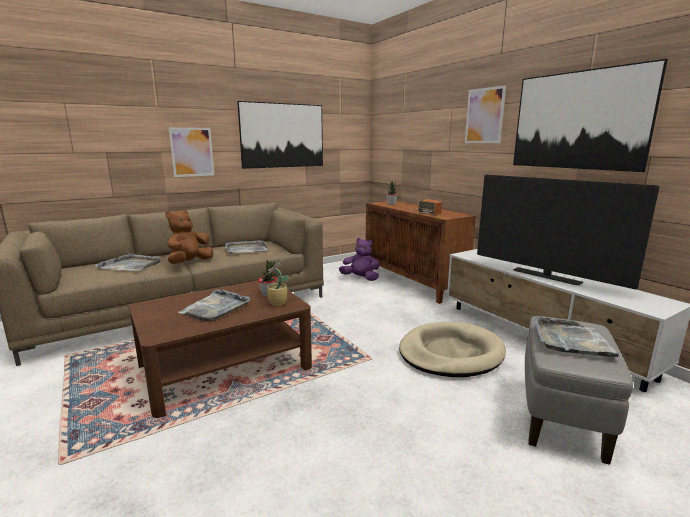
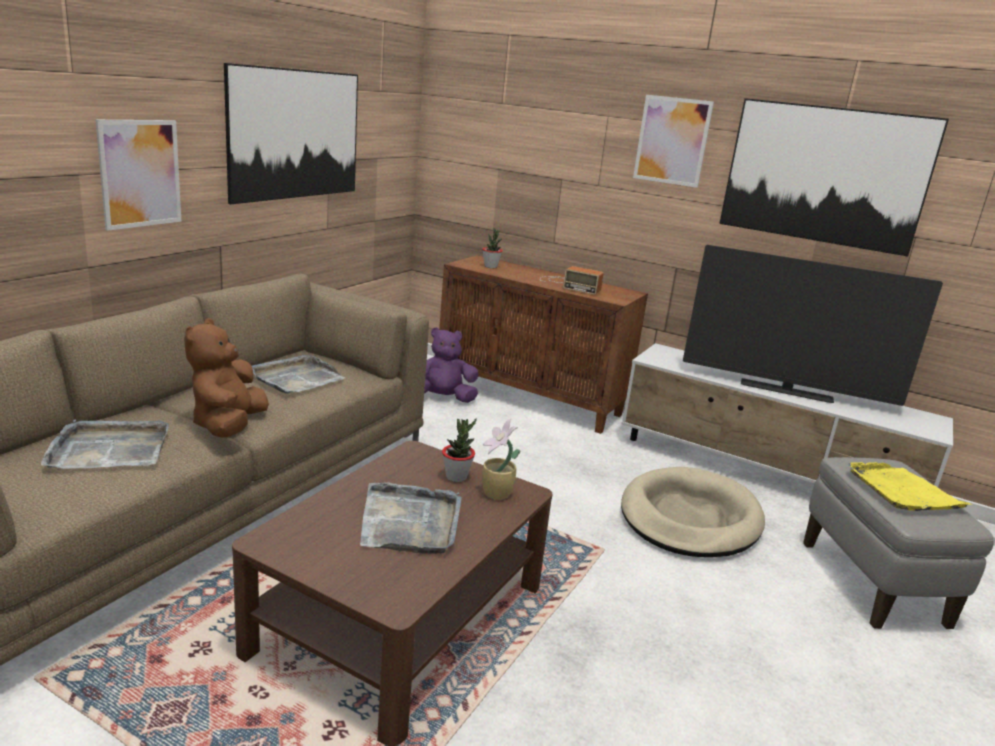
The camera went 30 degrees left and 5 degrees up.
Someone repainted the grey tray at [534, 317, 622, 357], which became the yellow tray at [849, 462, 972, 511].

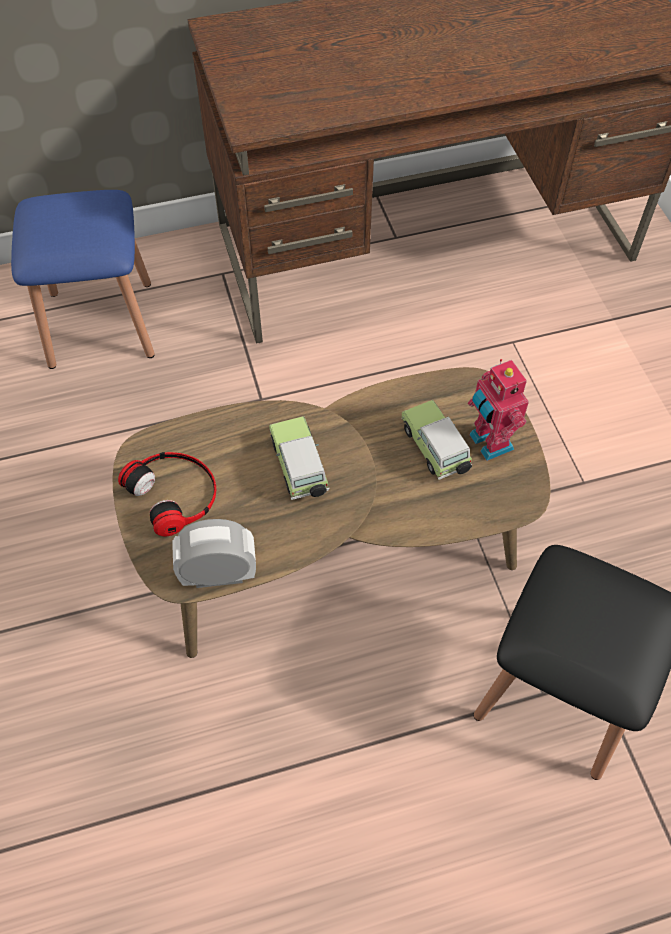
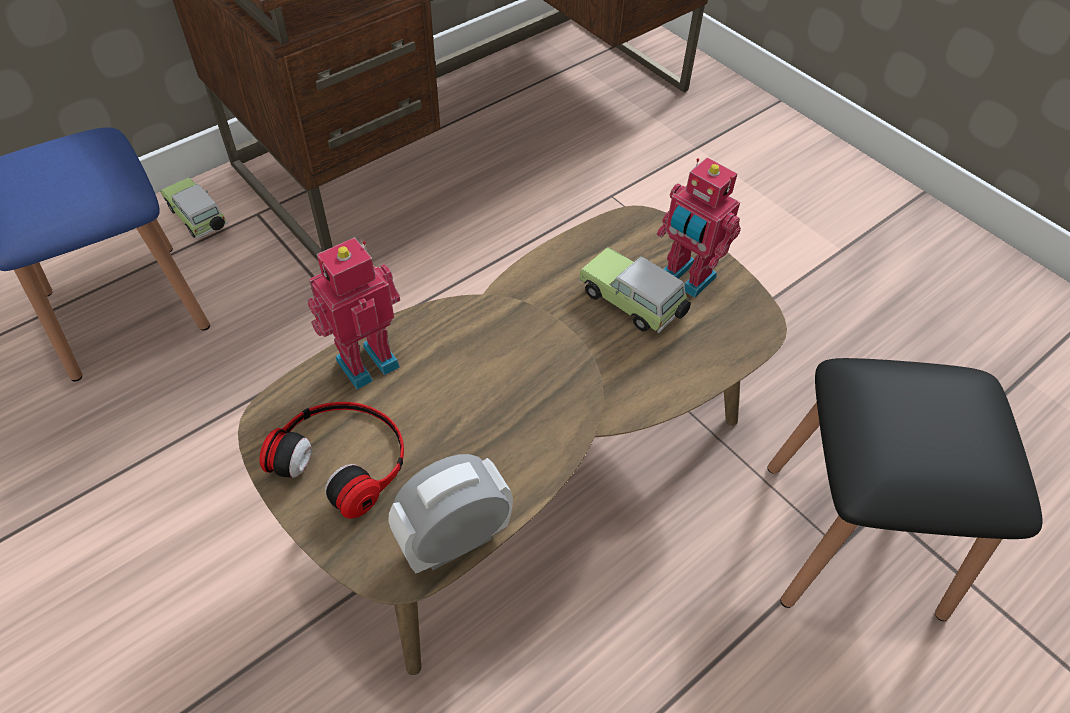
The camera went 25 degrees left and 5 degrees down.
Someone carried the toy car from [269, 416, 330, 500] to [160, 177, 228, 238].
Someone put down the toy robot at [308, 237, 400, 389].

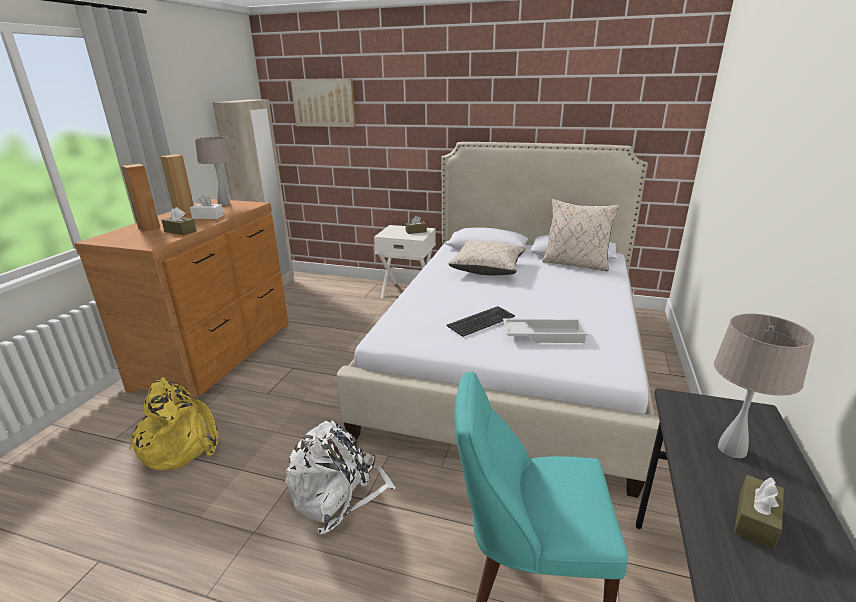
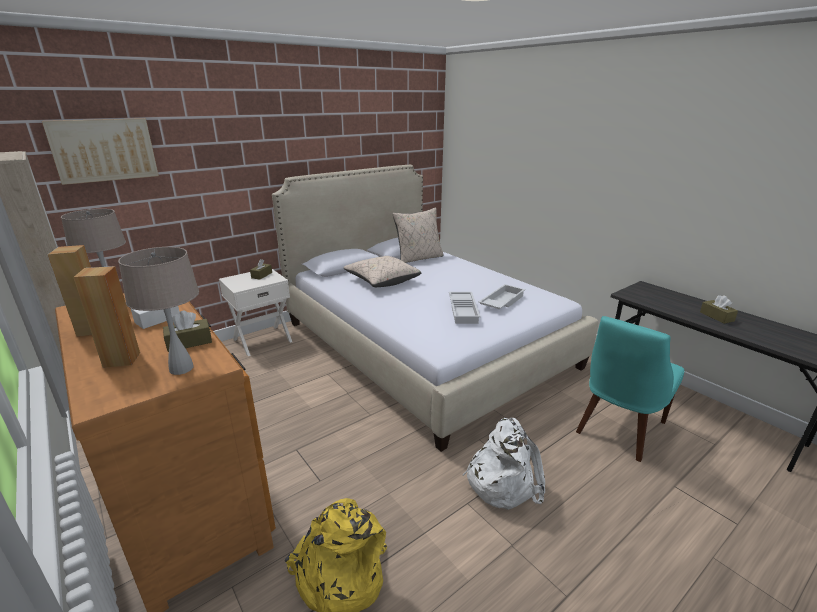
The camera went 55 degrees left and 0 degrees up.
Someone swapped the keyboard at [447, 306, 515, 337] for the white tray at [449, 292, 481, 324].
Someone carried the beige table lamp from [714, 314, 815, 458] to [118, 247, 199, 375].

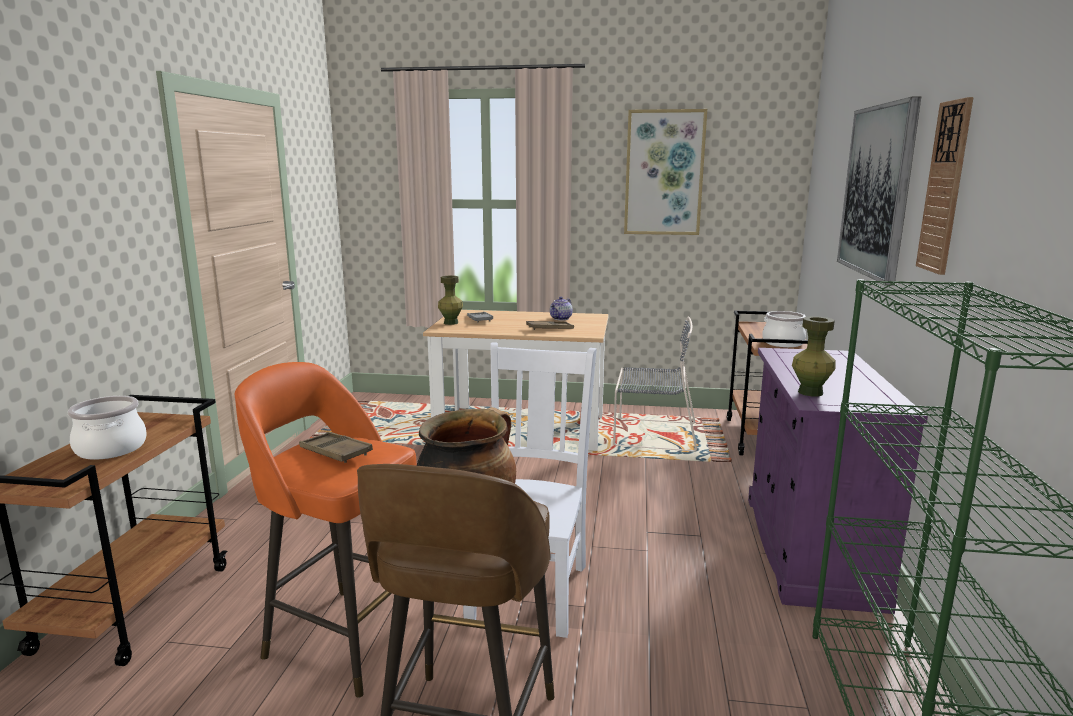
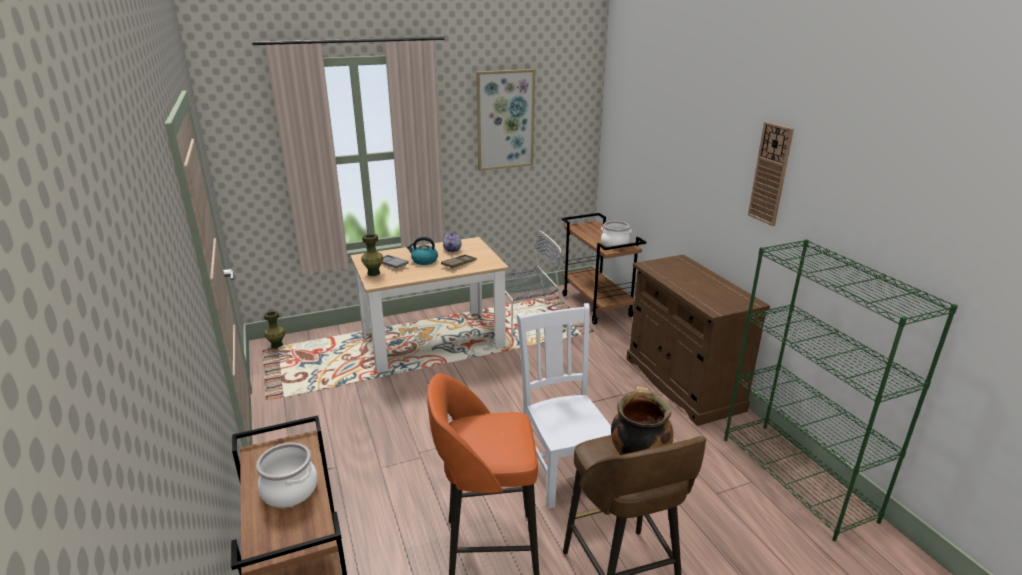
The camera went 30 degrees left and 10 degrees up.
Someone took away the brown tray at [299, 432, 373, 463].
Someone repainted the purple cabinet at [748, 348, 928, 614], which became the brown cabinet at [626, 254, 770, 426].
Someone carried the green vase from [792, 316, 836, 396] to [264, 311, 285, 348].
Someone took away the picture at [837, 96, 921, 286].
Someone put down the kettle at [407, 237, 438, 265].

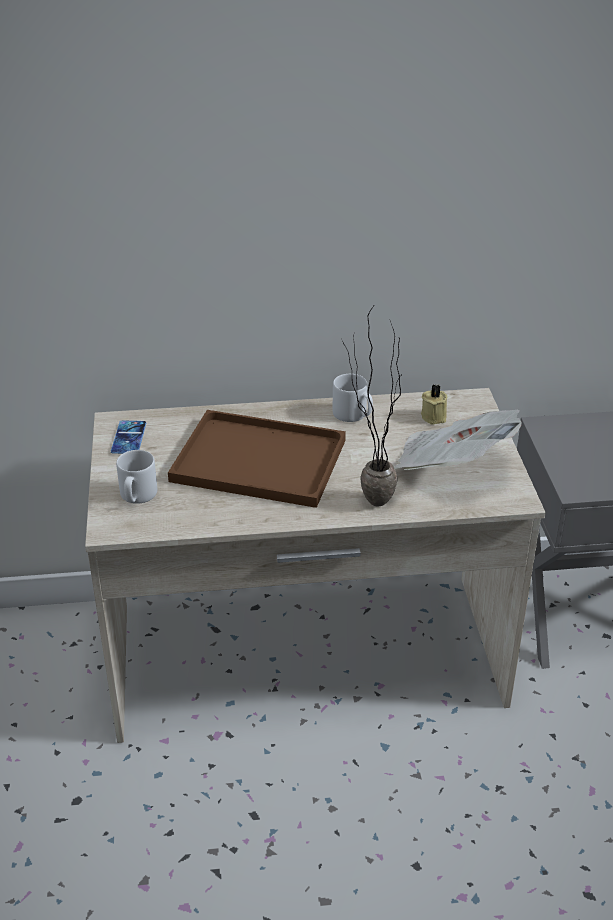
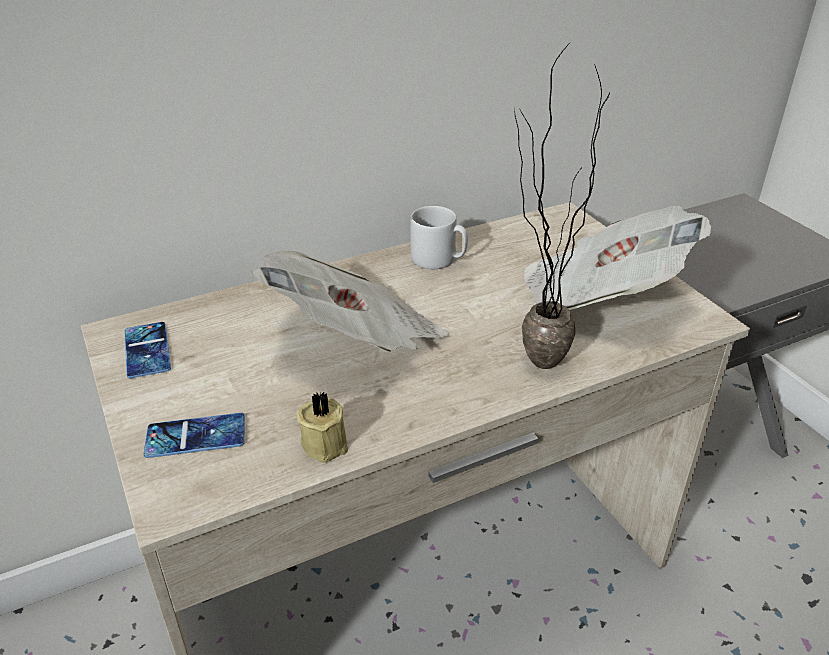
The camera went 20 degrees left and 0 degrees up.
Someone swapped the grey mug at [116, 450, 157, 504] for the phone at [143, 413, 245, 458].
Someone swapped the brown tray at [168, 410, 346, 508] for the newspaper at [251, 251, 448, 352].
Someone carried the beige candle from [421, 385, 447, 425] to [297, 392, 348, 463].

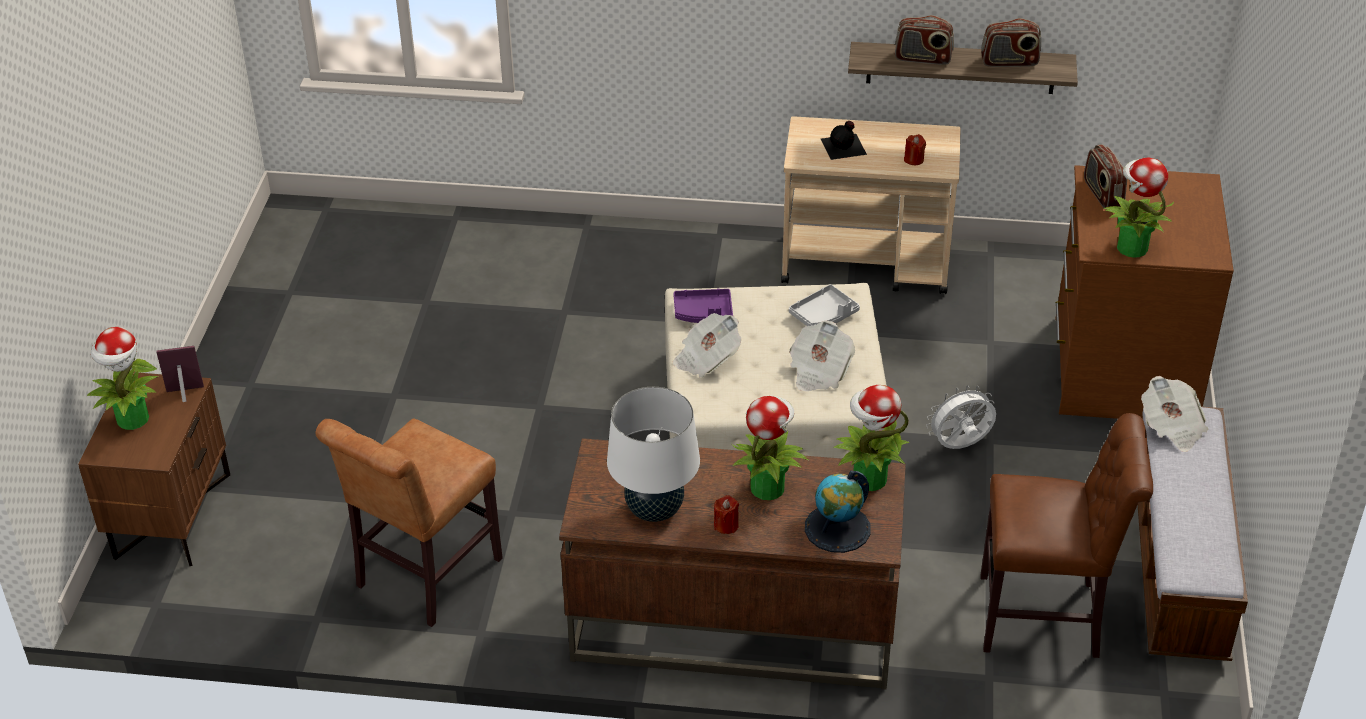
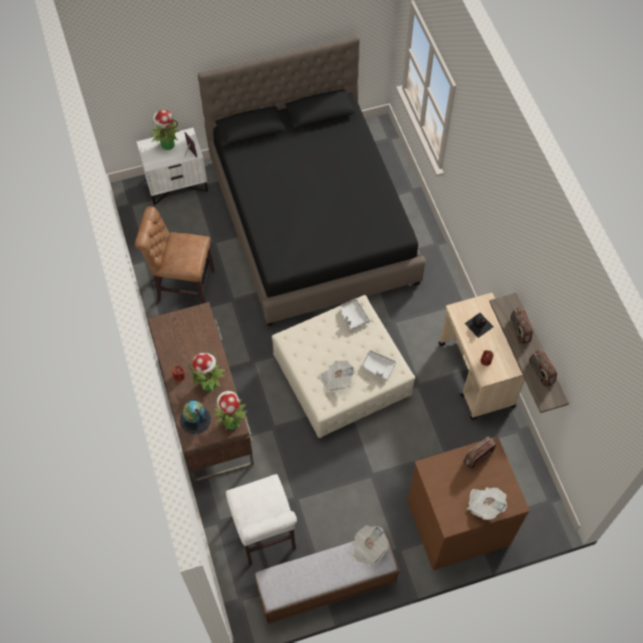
The camera went 65 degrees right and 20 degrees up.
Someone repainted the brown nightstand at [78, 373, 230, 566], which became the white nightstand at [136, 128, 208, 206].
Someone took away the white table lamp at [607, 387, 700, 522].
Someone repainted the purple tray at [673, 289, 733, 323], which became the grey tray at [341, 298, 370, 330].
Someone carried the newspaper from [673, 313, 741, 378] to [467, 487, 507, 520].
Someone took away the white fan at [926, 385, 996, 449].
Someone repainted the brown chair at [980, 413, 1153, 658], which became the white chair at [226, 474, 297, 565].
Someone took away the potted plant at [1103, 158, 1175, 258].
Someone put down the black bed at [198, 35, 426, 326].

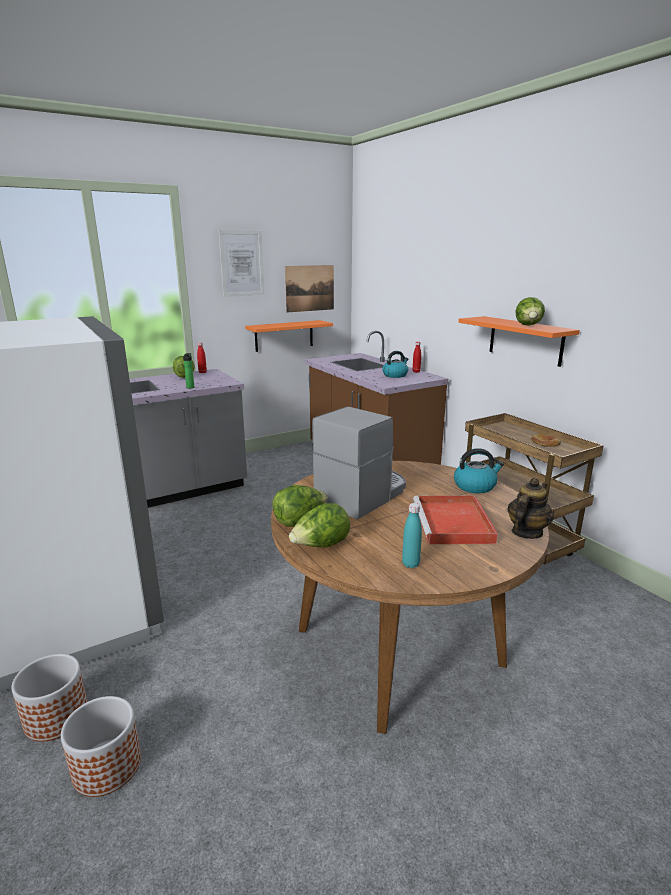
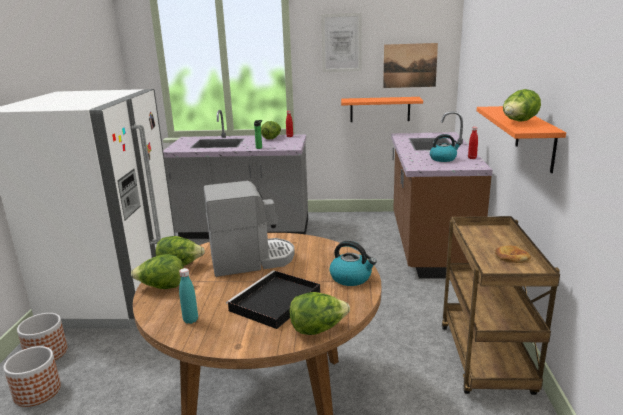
The camera went 35 degrees right and 0 degrees up.
Someone repainted the red tray at [413, 495, 498, 544], which became the black tray at [226, 270, 320, 329].
Someone swapped the teapot at [507, 478, 554, 539] for the lettuce at [289, 292, 350, 335].

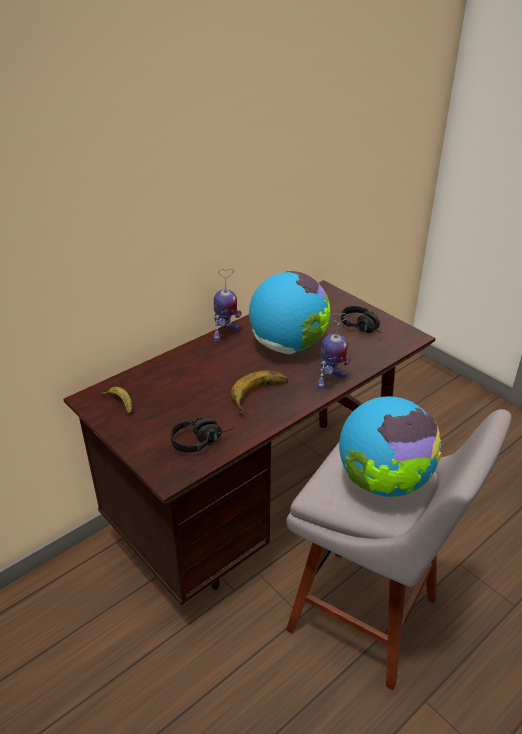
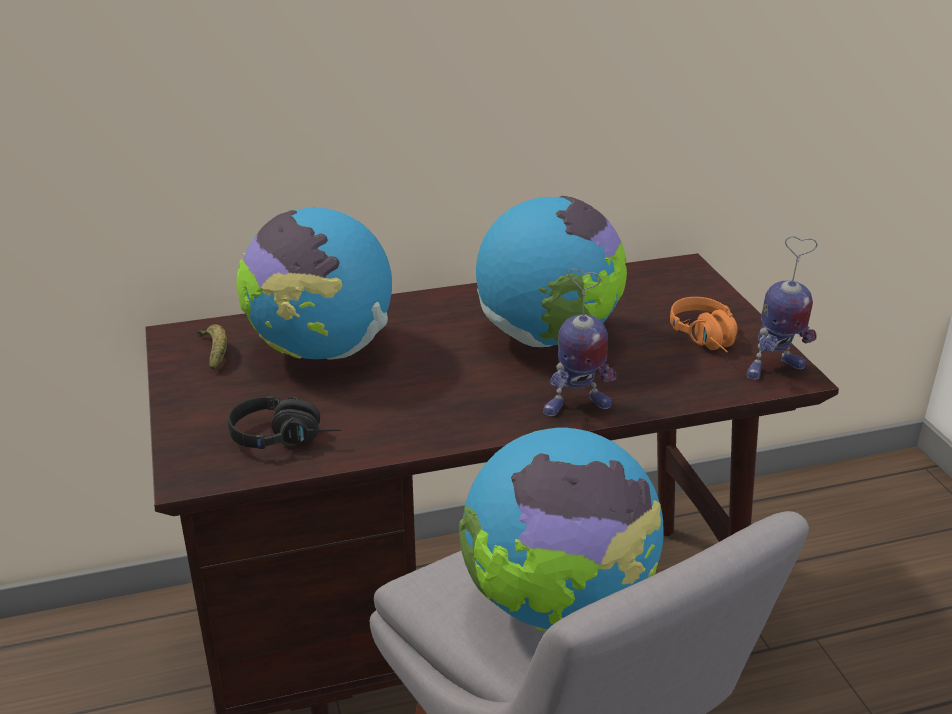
The camera went 25 degrees right and 5 degrees down.
Someone carried the toy robot from [213, 269, 242, 341] to [747, 236, 817, 380].
Someone took away the banana at [231, 371, 288, 415].
Someone repainted the black headphones at [341, 306, 382, 333], which became the orange headphones at [670, 297, 738, 352].
Someone put down the globe at [237, 208, 392, 360].

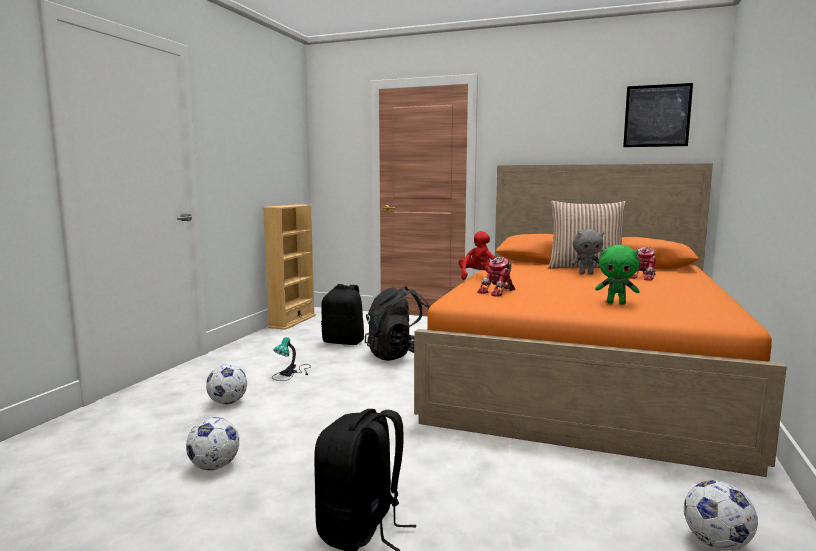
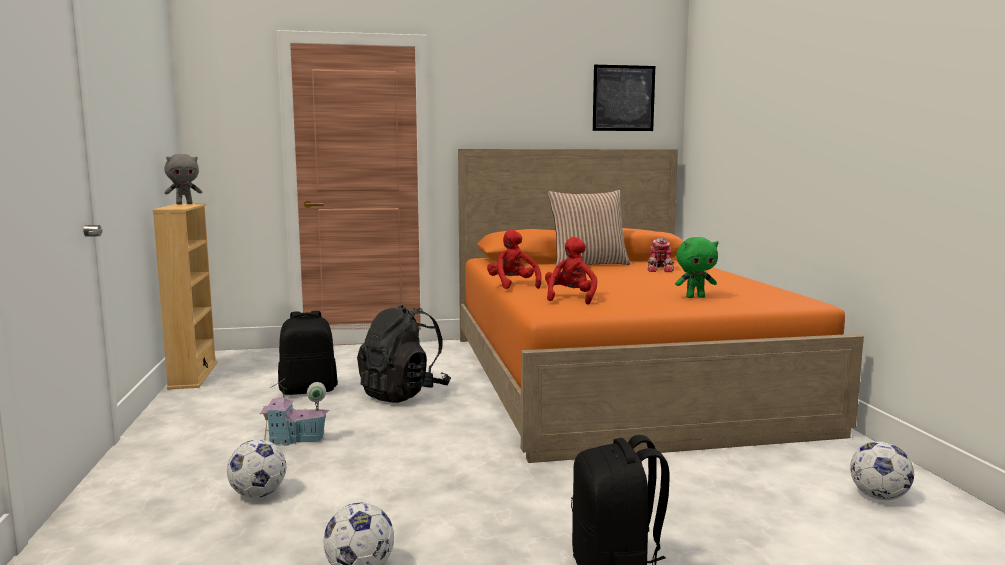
The camera went 30 degrees left and 0 degrees up.
Someone swapped the table lamp at [272, 337, 311, 381] for the toy house at [260, 379, 329, 446].
Someone swapped the toy robot at [477, 257, 516, 297] for the red plush toy at [545, 237, 597, 305].
Someone carried the grey plush toy from [571, 229, 604, 274] to [164, 154, 202, 204].

